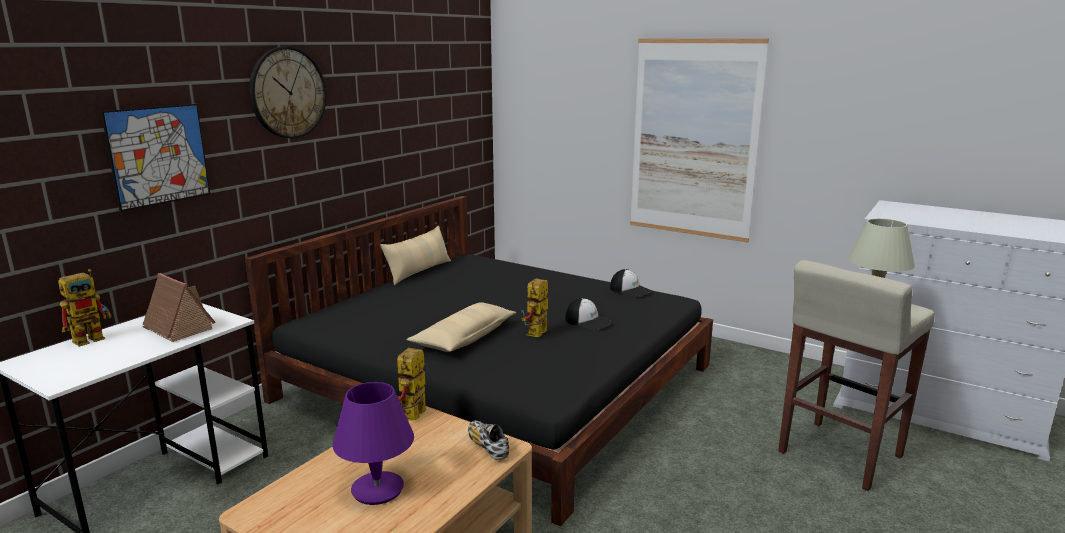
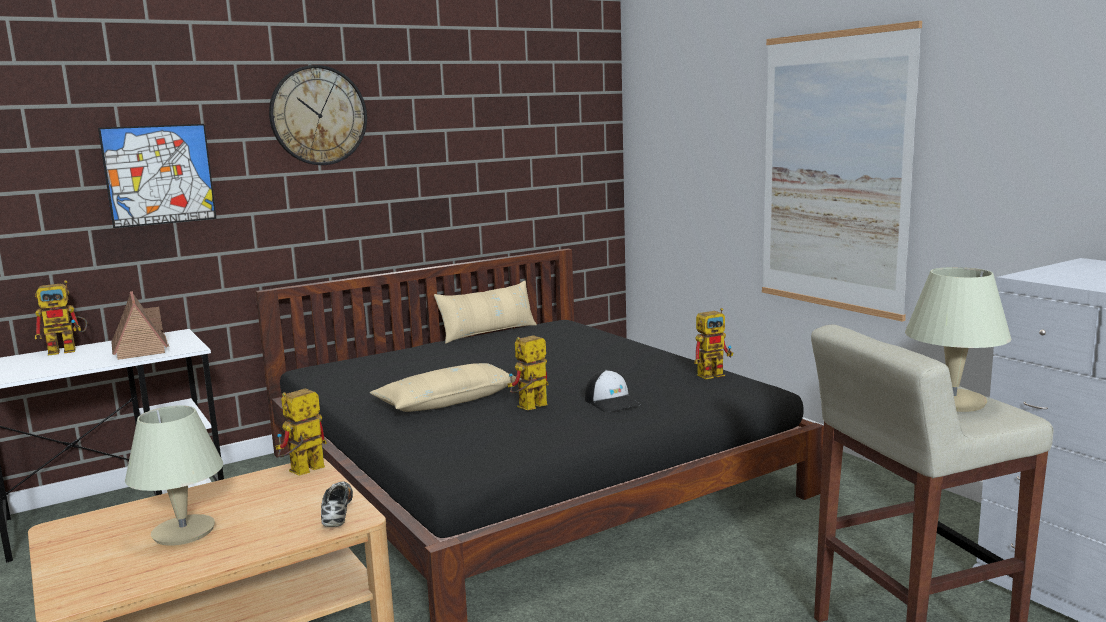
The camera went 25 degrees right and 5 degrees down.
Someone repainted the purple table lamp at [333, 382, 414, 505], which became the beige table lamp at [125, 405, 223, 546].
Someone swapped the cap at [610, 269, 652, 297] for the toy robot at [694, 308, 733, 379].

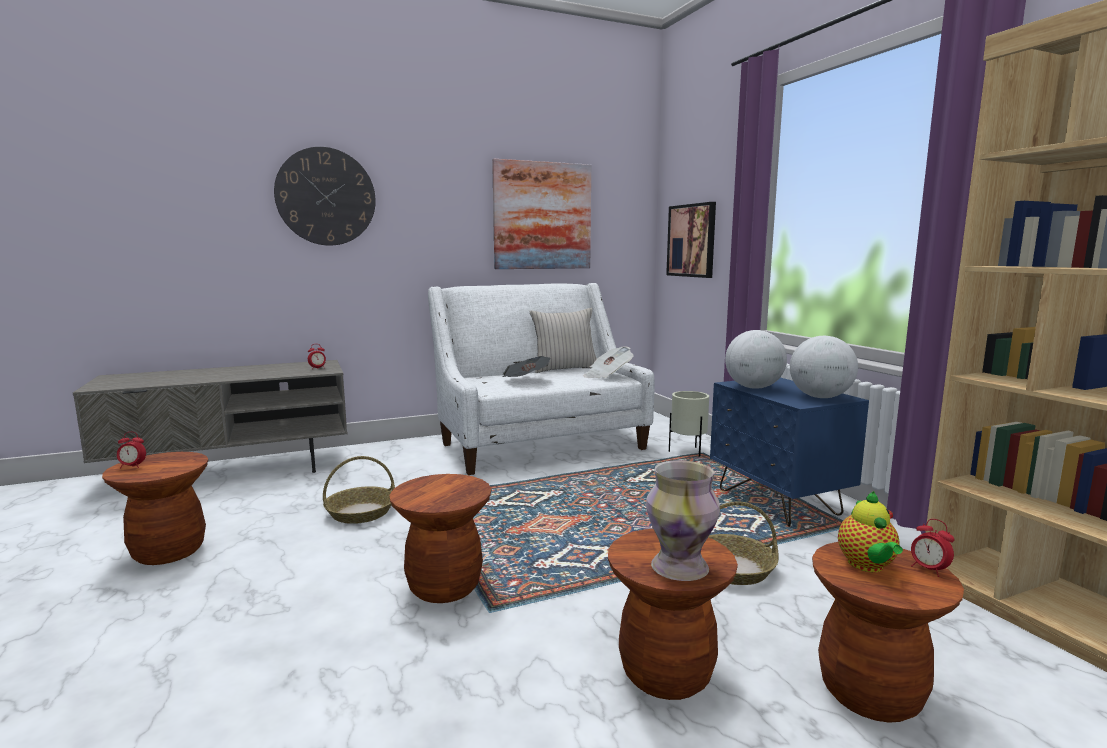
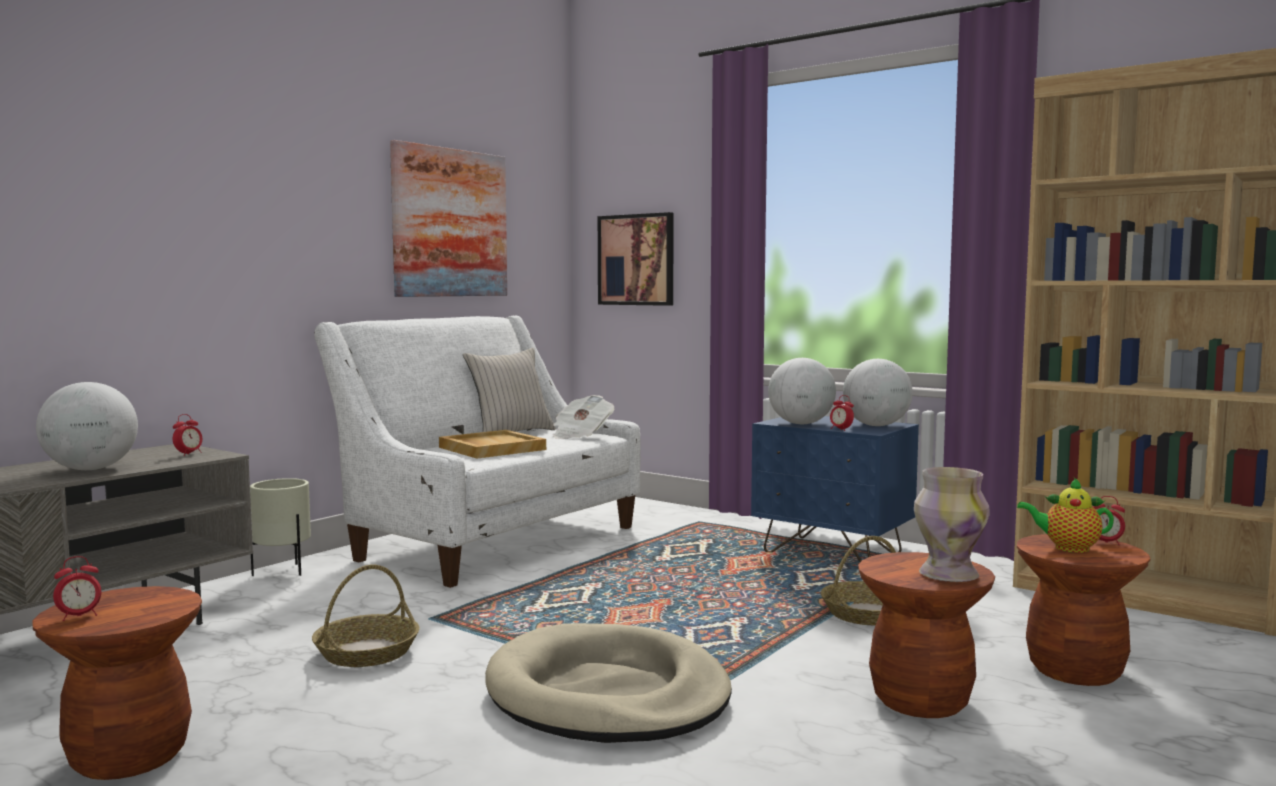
The camera went 30 degrees left and 5 degrees down.
Someone took away the wall clock at [274, 147, 376, 246].
Someone swapped the brown stool at [389, 474, 491, 603] for the beige dog bed at [485, 623, 732, 743].
Someone swapped the newspaper at [502, 356, 551, 377] for the beige tray at [439, 430, 546, 459].
Someone carried the beige planter from [669, 391, 709, 457] to [250, 478, 311, 576].
Someone rotated the teapot at [838, 491, 903, 572] by 135 degrees clockwise.
Someone put down the globe at [36, 382, 138, 470].
Someone put down the alarm clock at [830, 395, 854, 431].

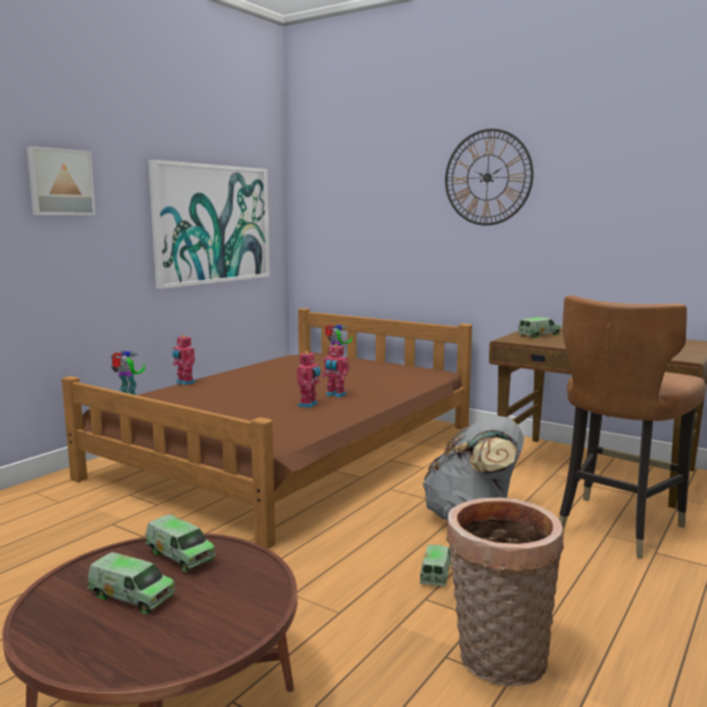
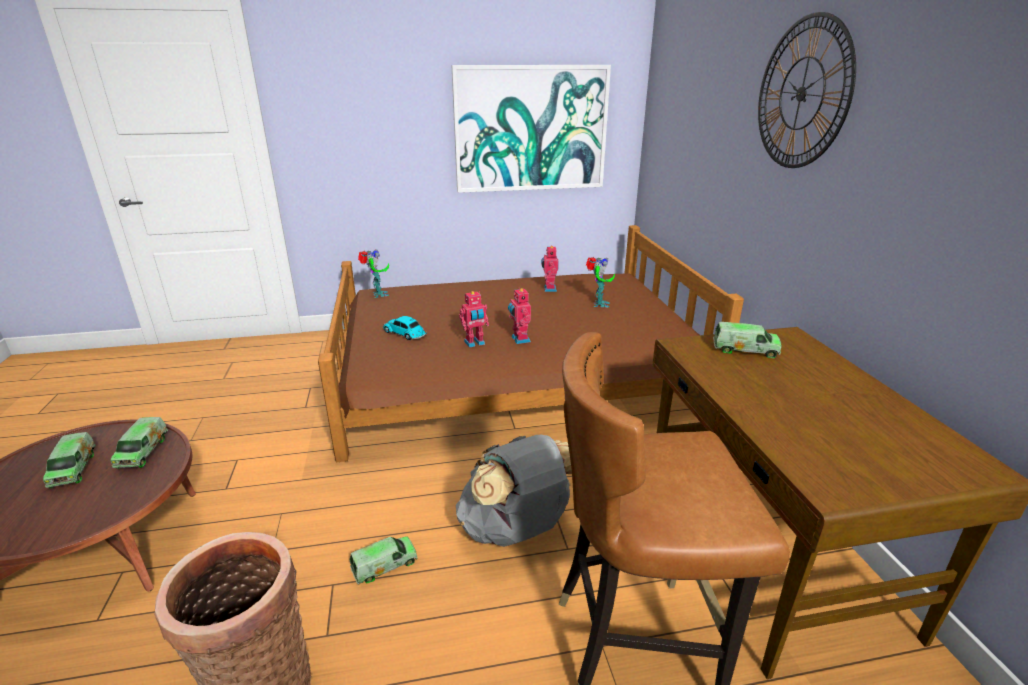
The camera went 45 degrees right and 15 degrees up.
Someone took away the picture at [27, 146, 96, 215].
Someone carried the toy robot from [172, 335, 196, 385] to [541, 245, 559, 292].
Someone put down the toy car at [383, 316, 427, 340].

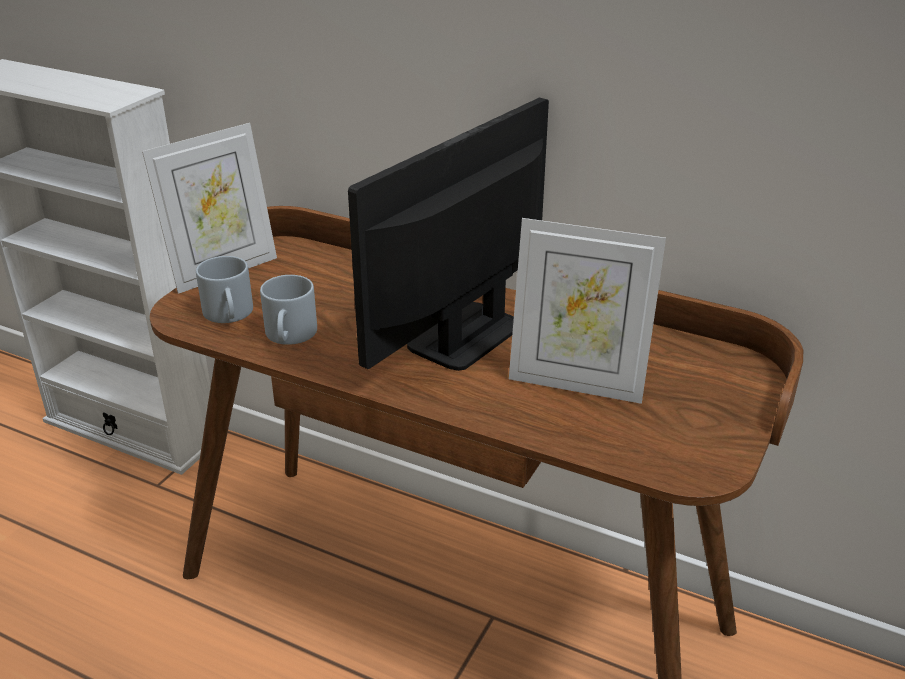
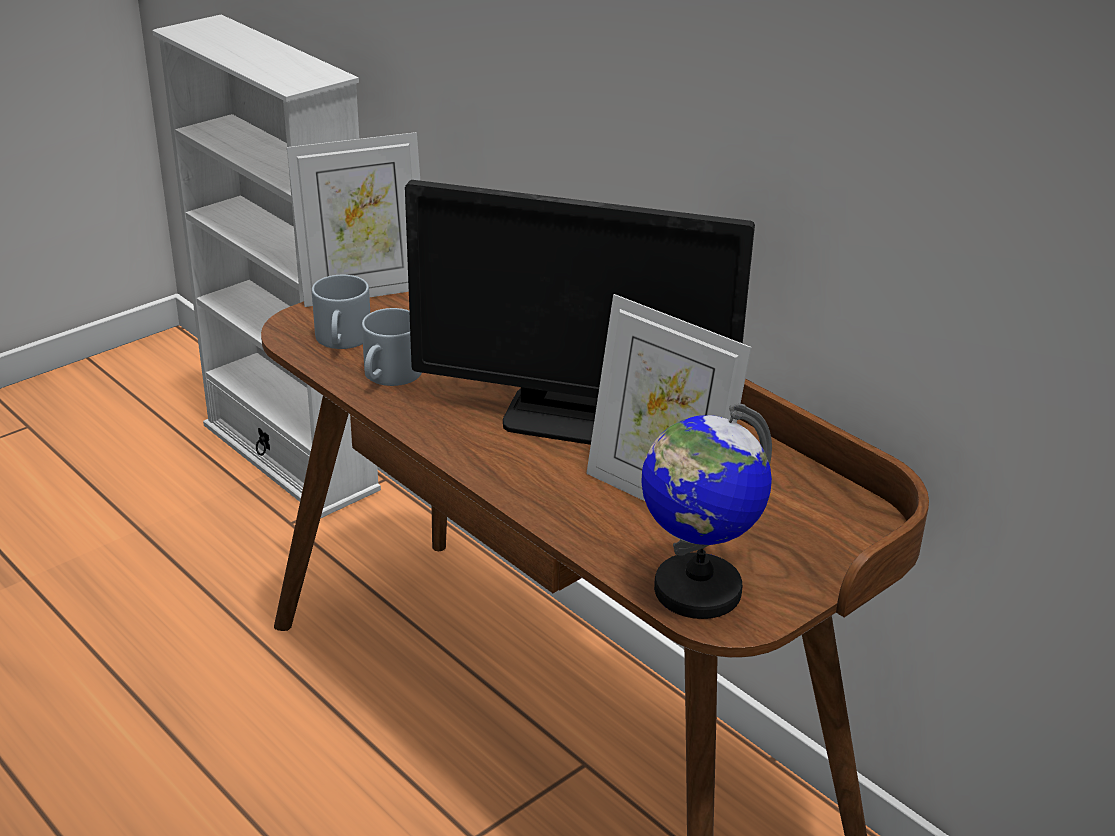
The camera went 20 degrees right and 0 degrees up.
Someone rotated the monitor at [348, 98, 549, 371] by 135 degrees counterclockwise.
Someone put down the globe at [641, 403, 772, 619].

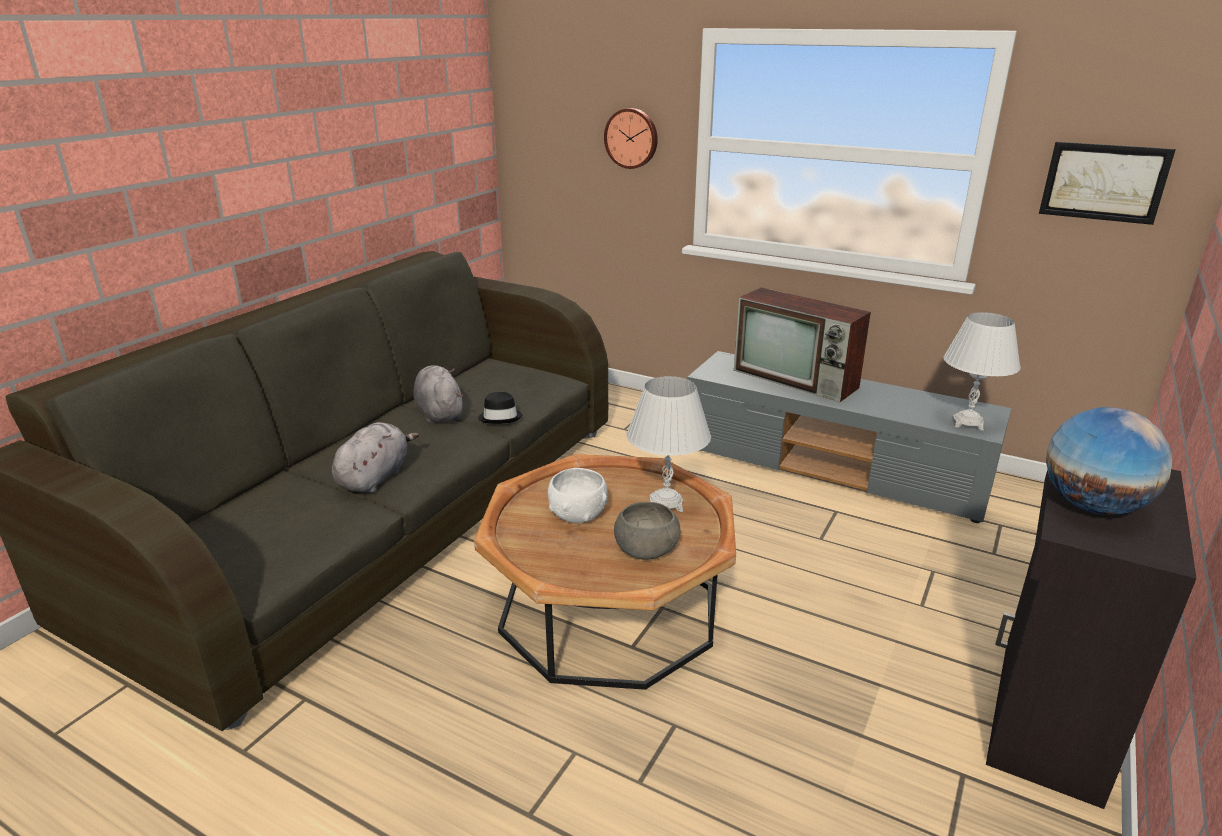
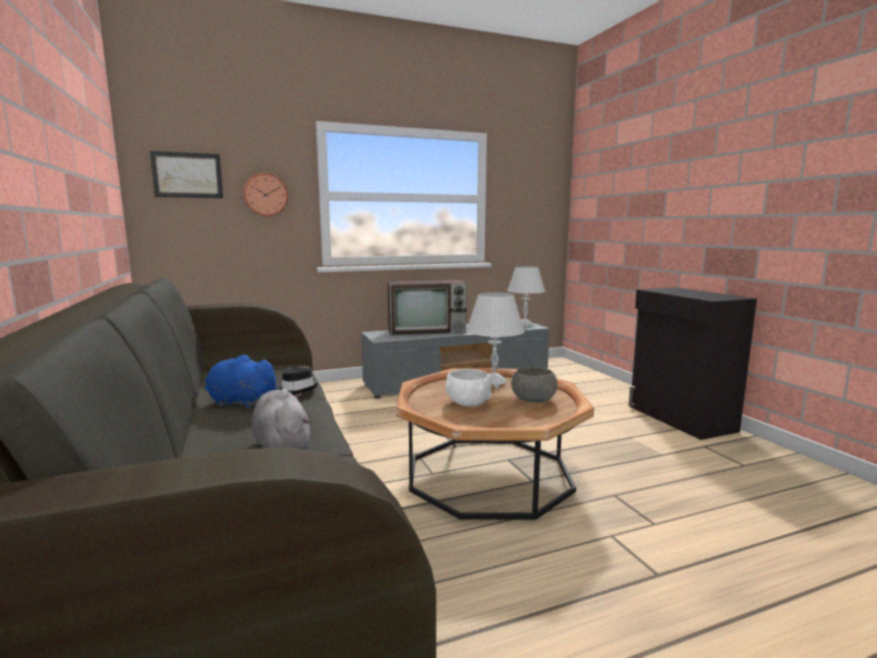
The camera went 50 degrees left and 15 degrees down.
Someone repainted the grey plush toy at [413, 365, 463, 424], which became the blue plush toy at [205, 355, 280, 409].
Someone carried the picture from [1039, 142, 1176, 225] to [150, 151, 223, 198].
Someone took away the globe at [1046, 407, 1172, 515].

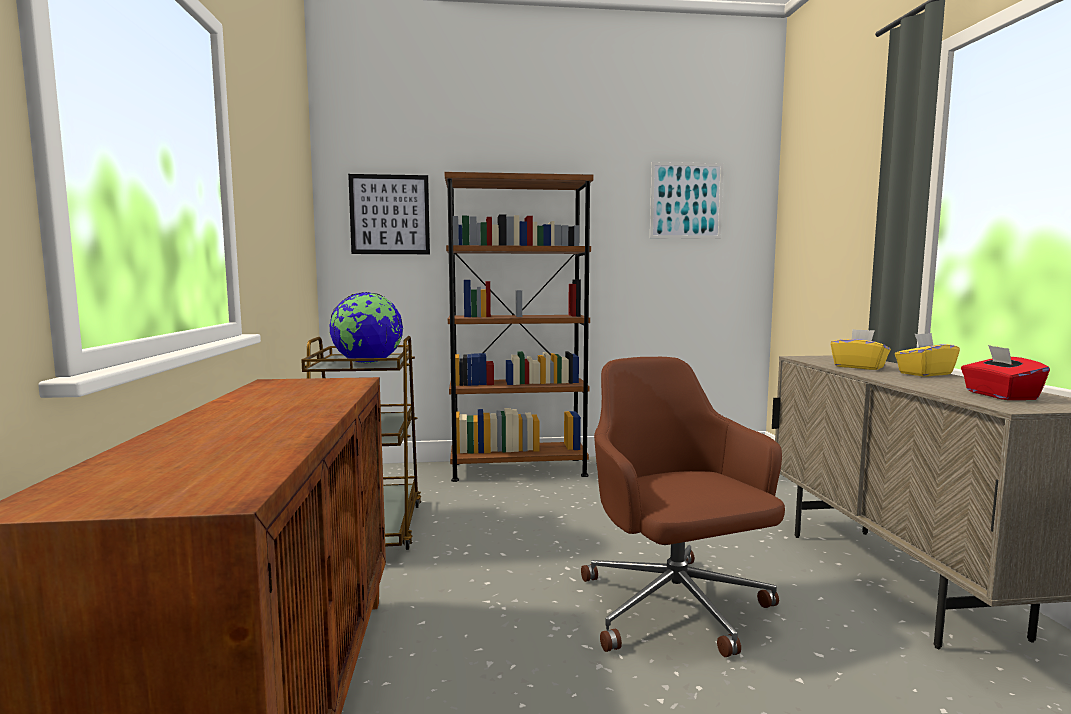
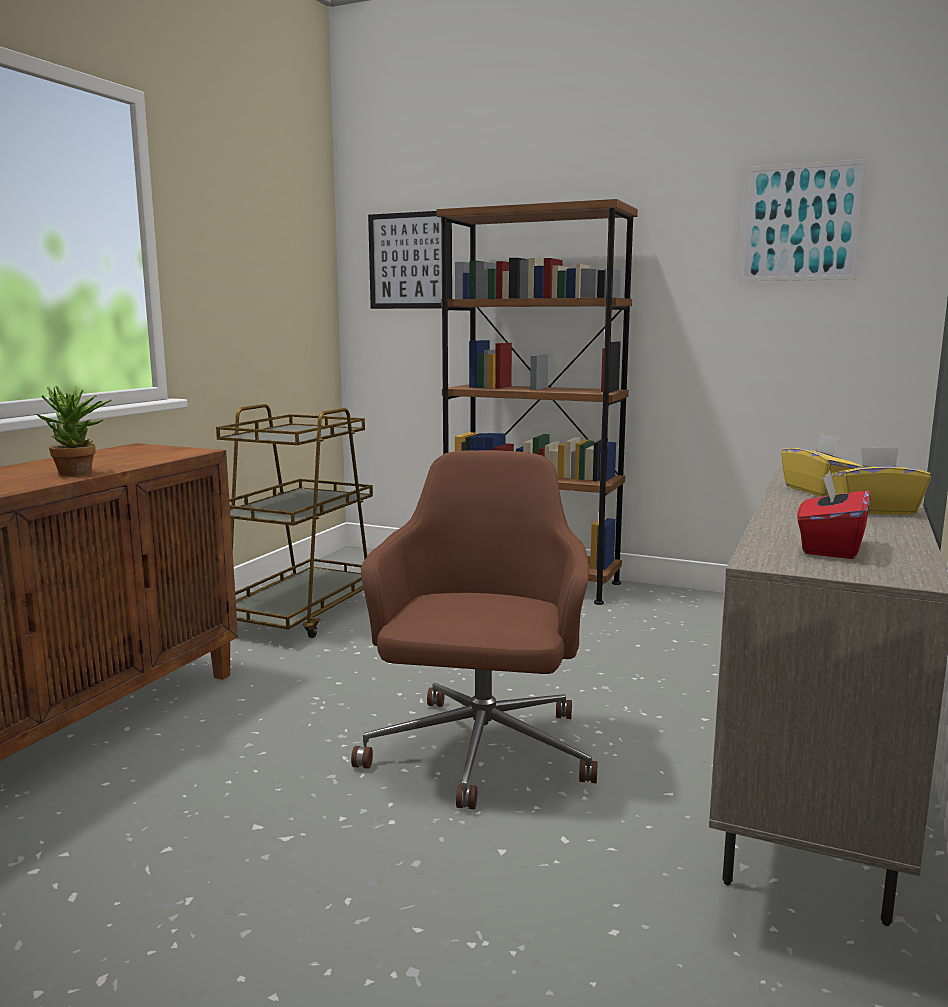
The camera went 30 degrees right and 5 degrees up.
Someone took away the globe at [330, 292, 403, 363].
Someone put down the potted plant at [36, 386, 112, 476].

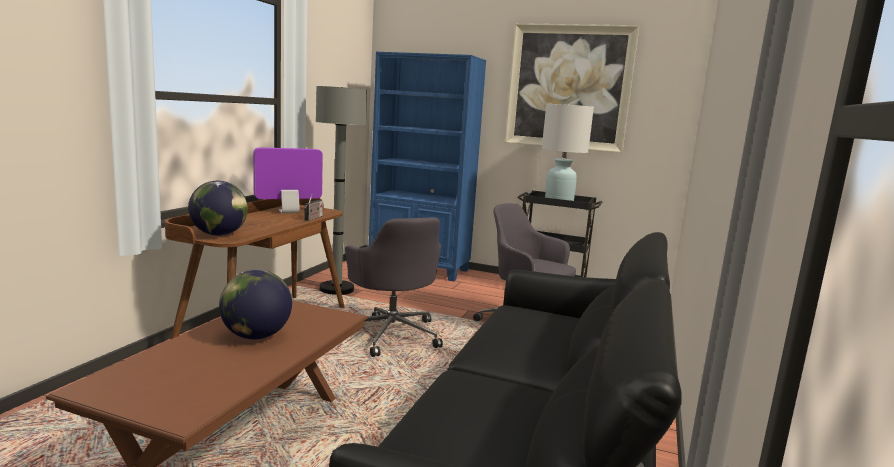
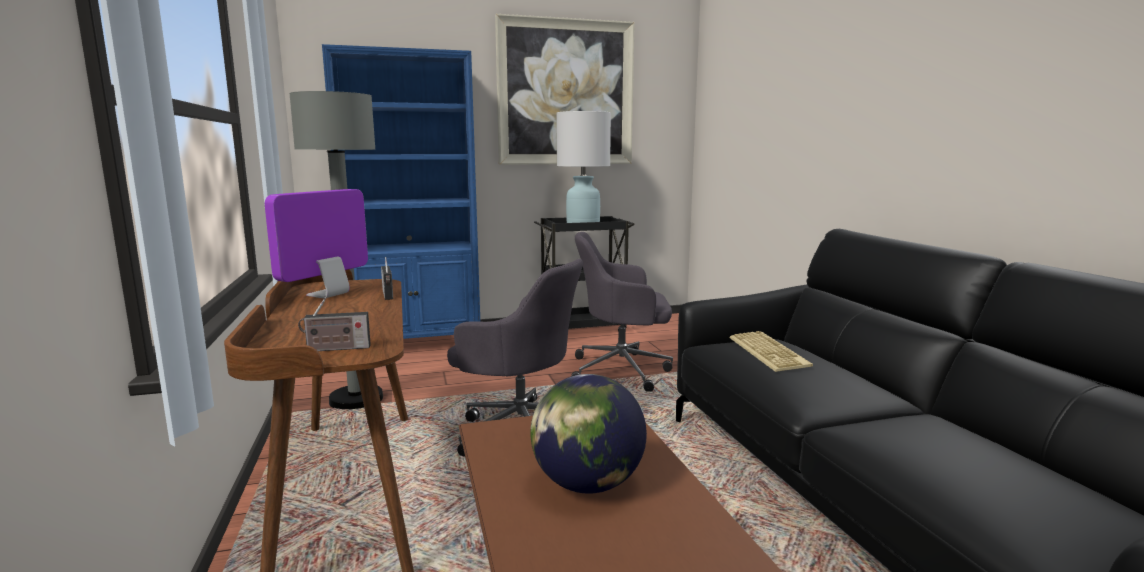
The camera went 35 degrees left and 0 degrees up.
Someone swapped the globe at [188, 181, 248, 236] for the radio at [298, 296, 371, 351].
Someone put down the keyboard at [730, 331, 813, 372].

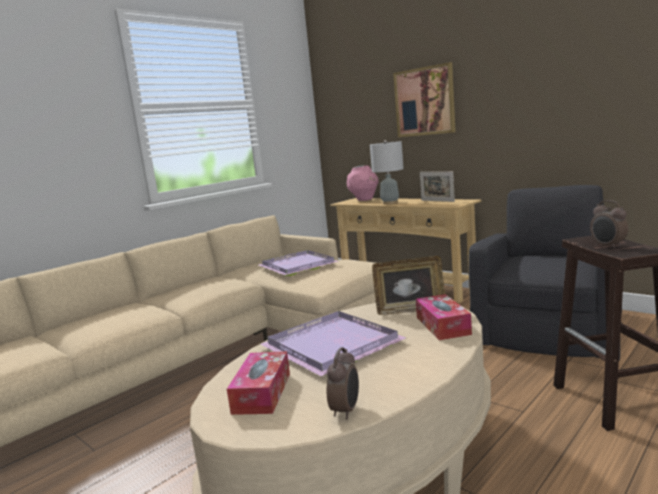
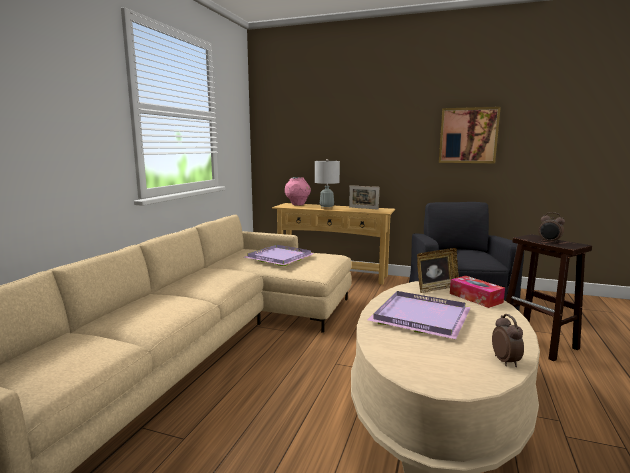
The camera went 25 degrees left and 0 degrees up.
Someone took away the tissue box at [227, 351, 290, 415].
Someone carried the picture from [393, 62, 456, 137] to [439, 107, 501, 163].

